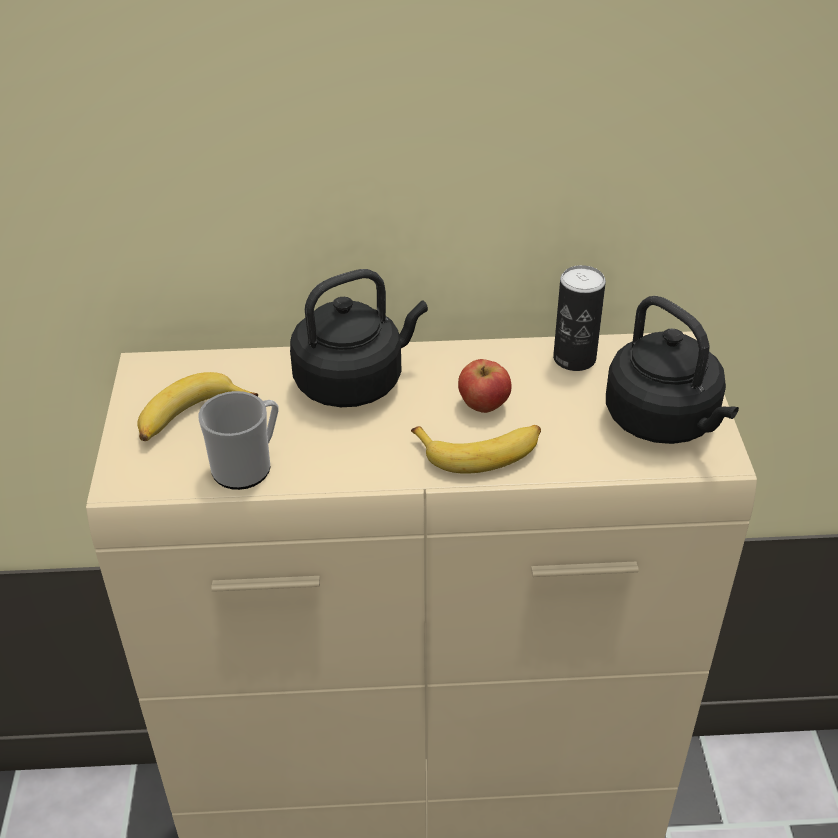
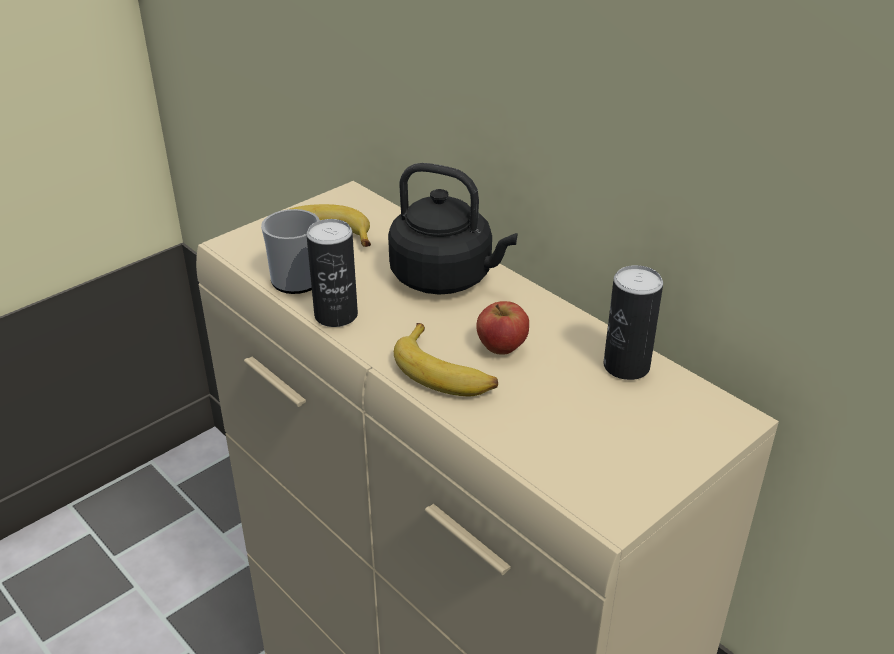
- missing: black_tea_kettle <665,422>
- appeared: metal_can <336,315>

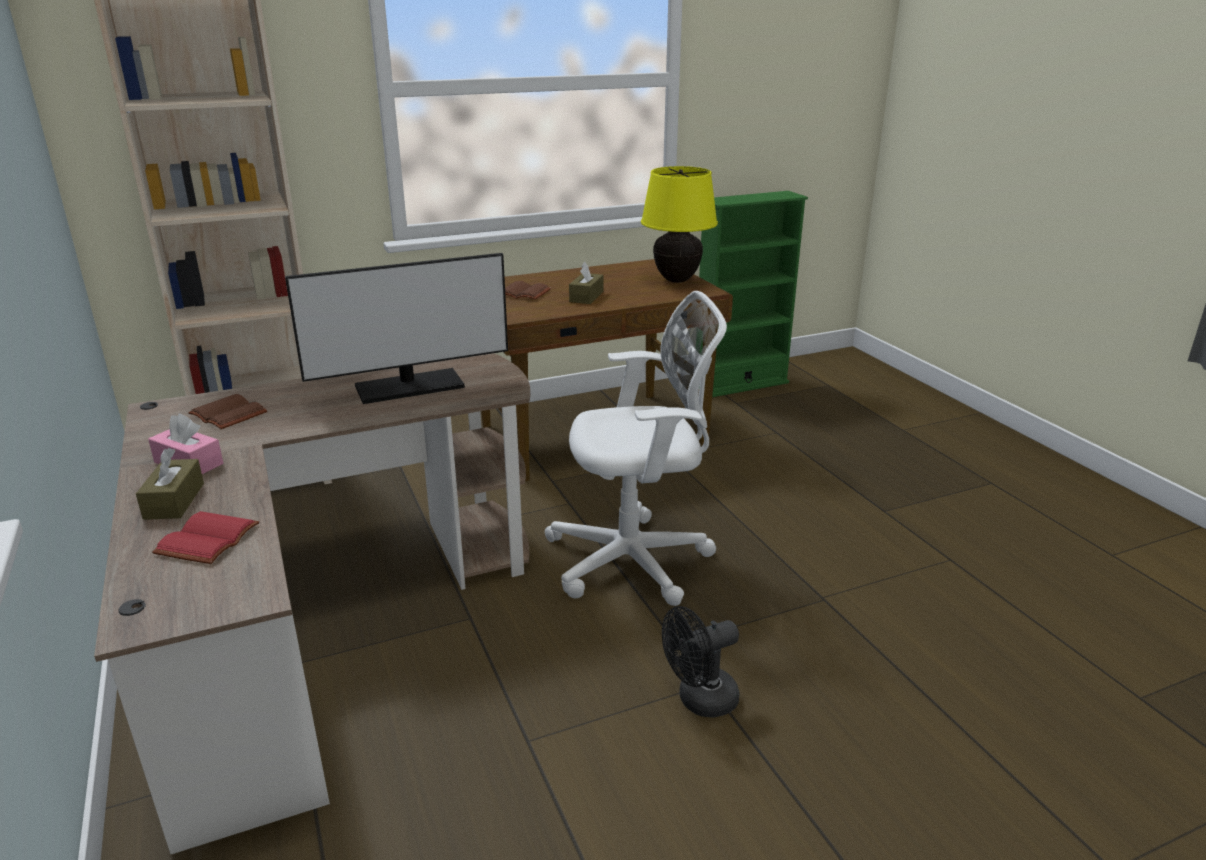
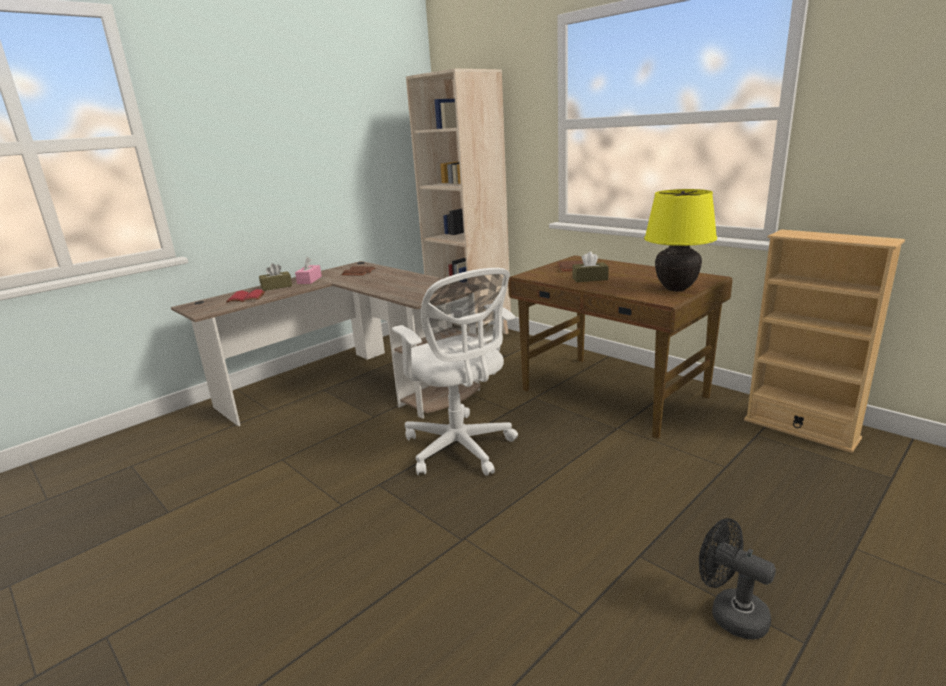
- missing: computer_screen <409,387>
- relocated: black_cooling_fan <699,701> to <730,613>
- colour: green-coloured_bookshelf <740,384> to beige_bookshelf <800,429>

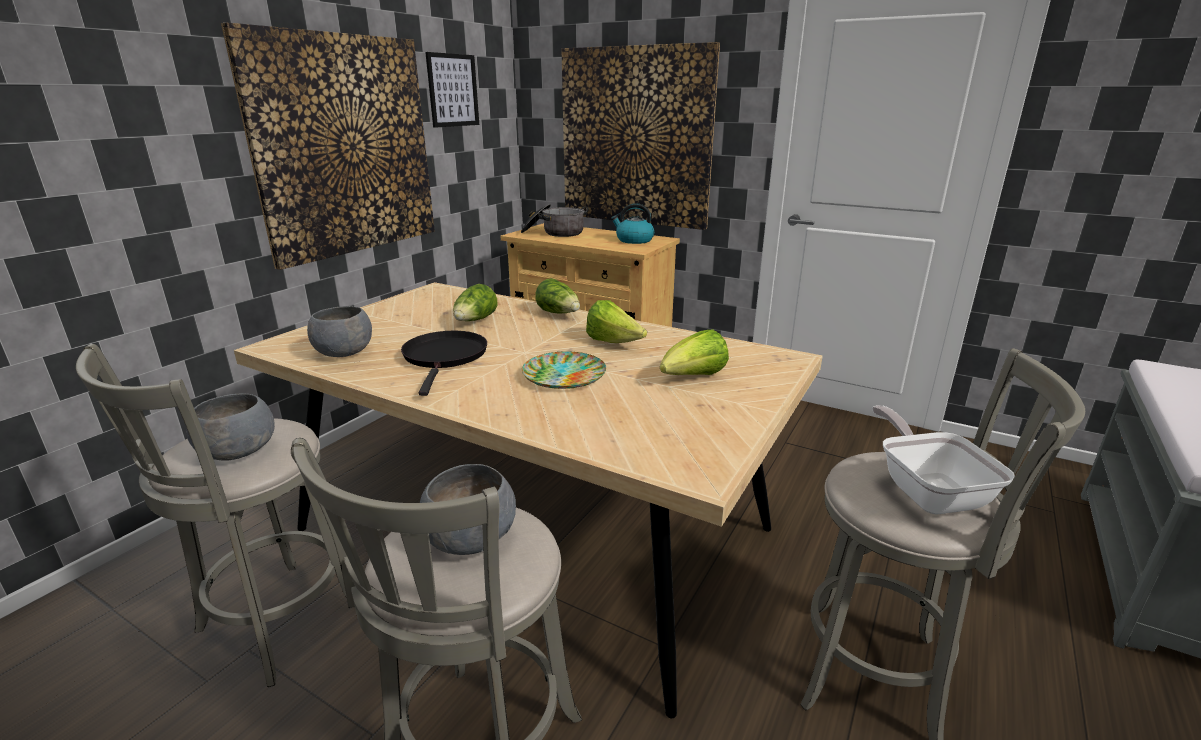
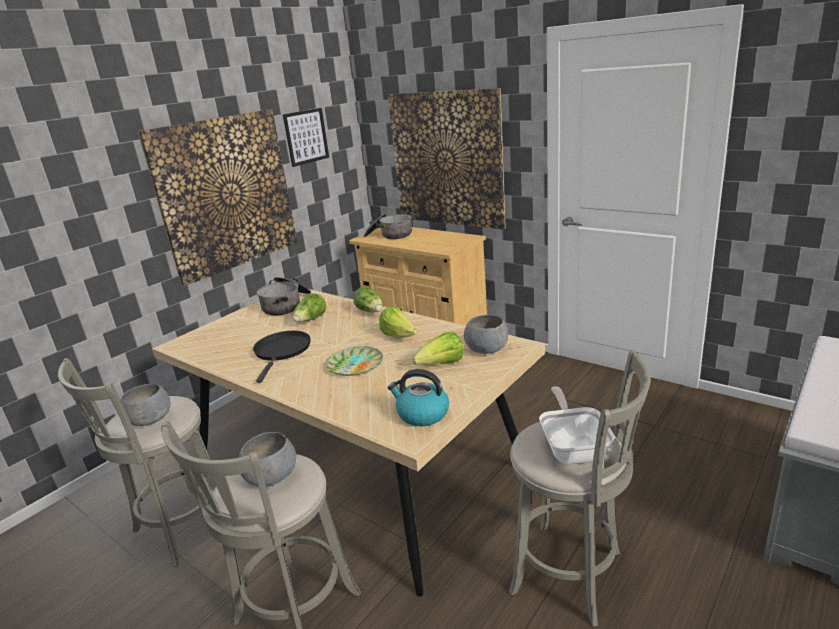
- relocated: gray_bowl <344,352> to <486,349>
- relocated: tea_kettle <634,240> to <422,414>
- appeared: saucepot <286,305>

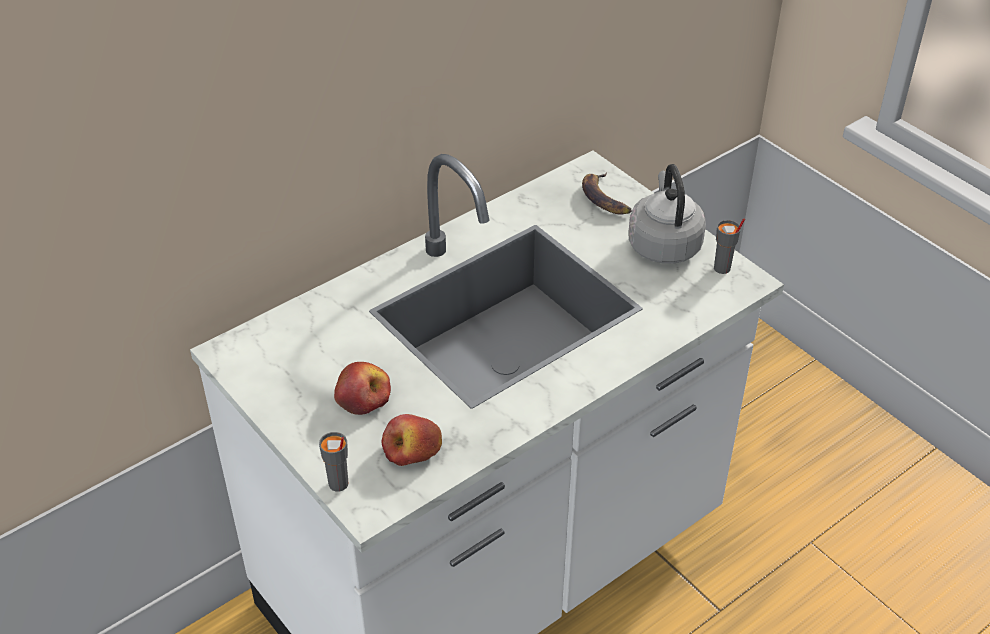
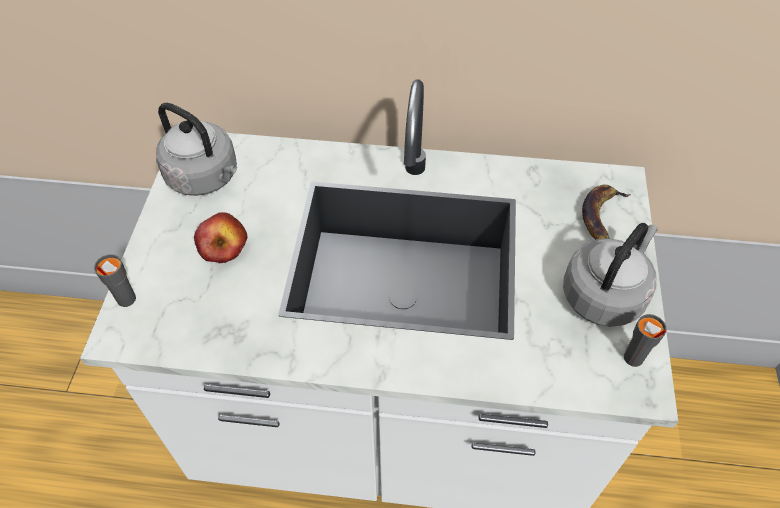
- missing: whole_apple <412,450>
- appeared: gray_tea_kettle <205,178>

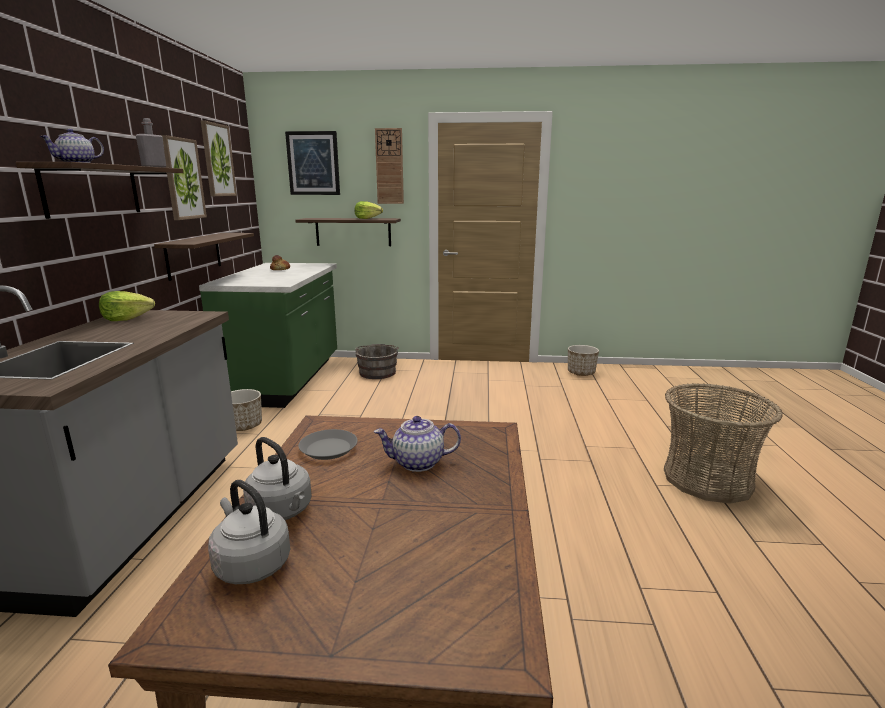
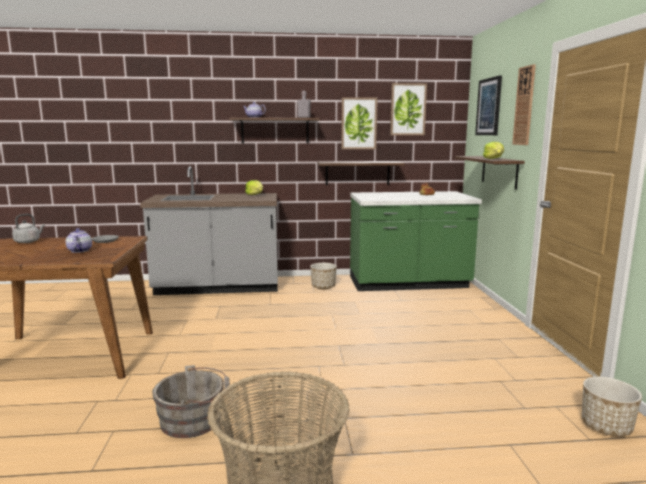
- missing: gray_tea_kettle <282,511>
- relocated: gray_pail <377,372> to <195,420>

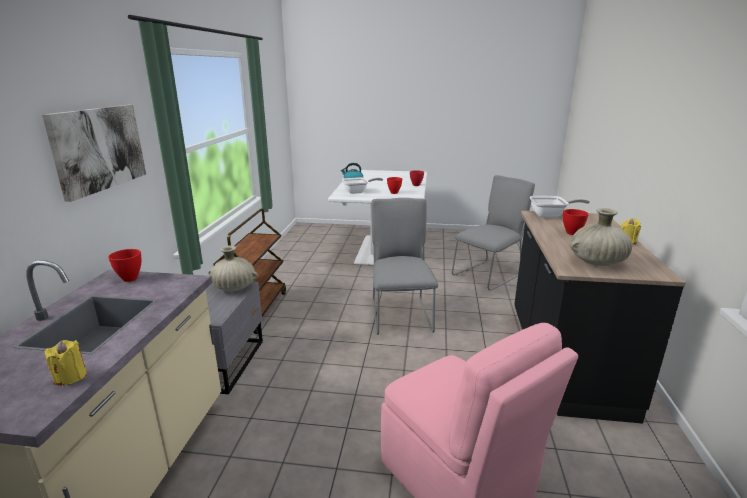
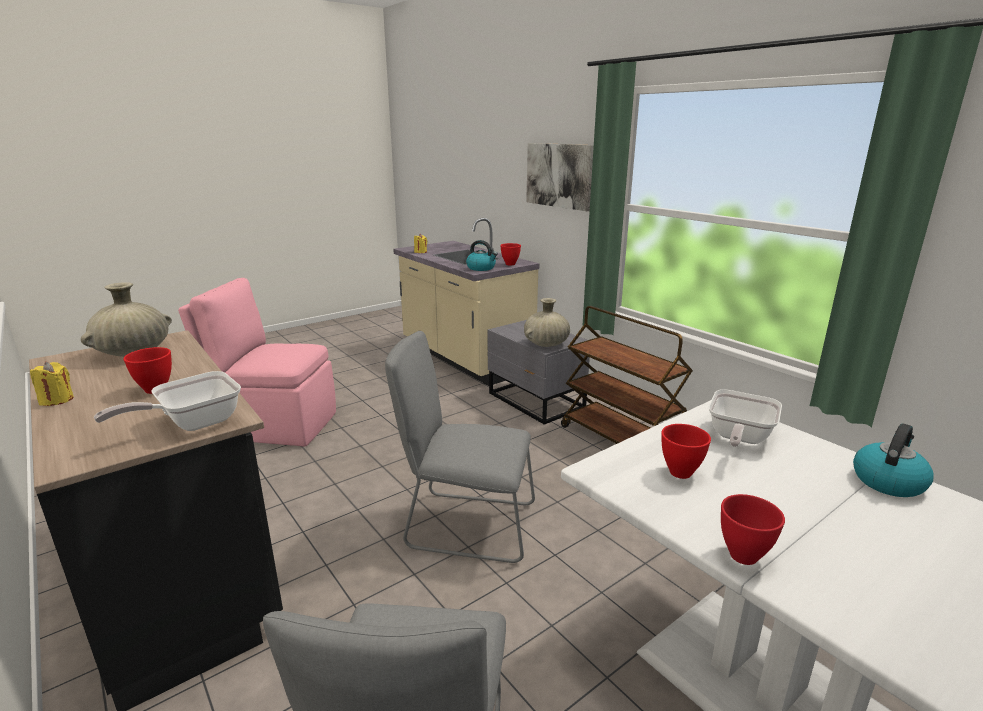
- spun: gray_chair <400,315> = <465,525> 150 degrees clockwise
- appeared: tea_kettle <481,268>

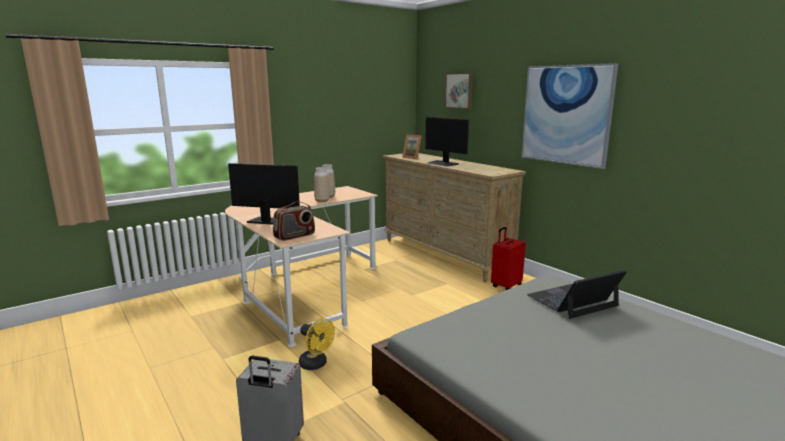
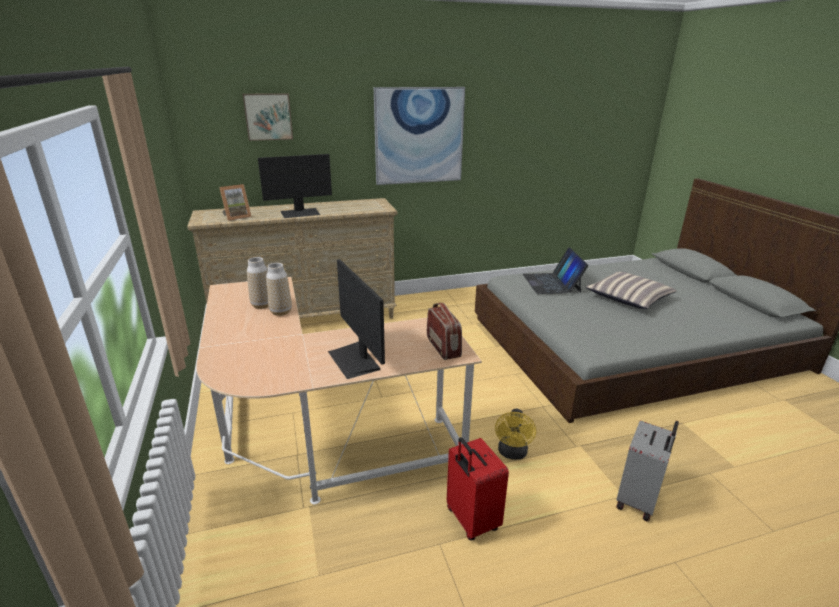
- spun: computer_screen <268,221> = <355,360> 60 degrees counterclockwise
- spun: yellow_cooling_fan <316,364> = <512,453> 135 degrees clockwise
- relocated: reddish_suitcase <505,286> to <471,520>
- appeared: throw_pillow <628,298>

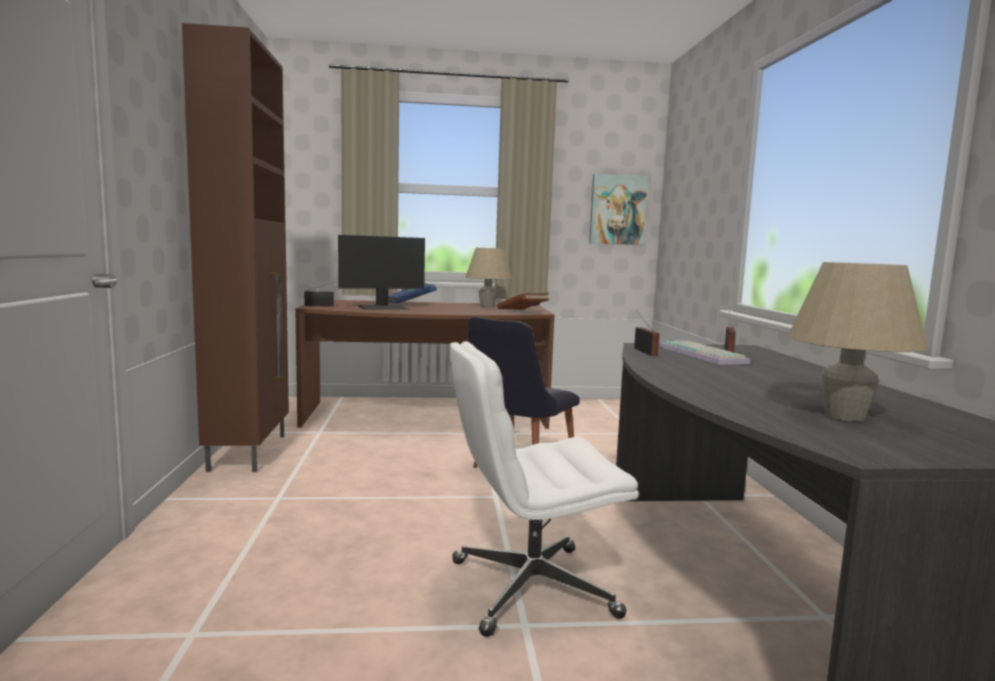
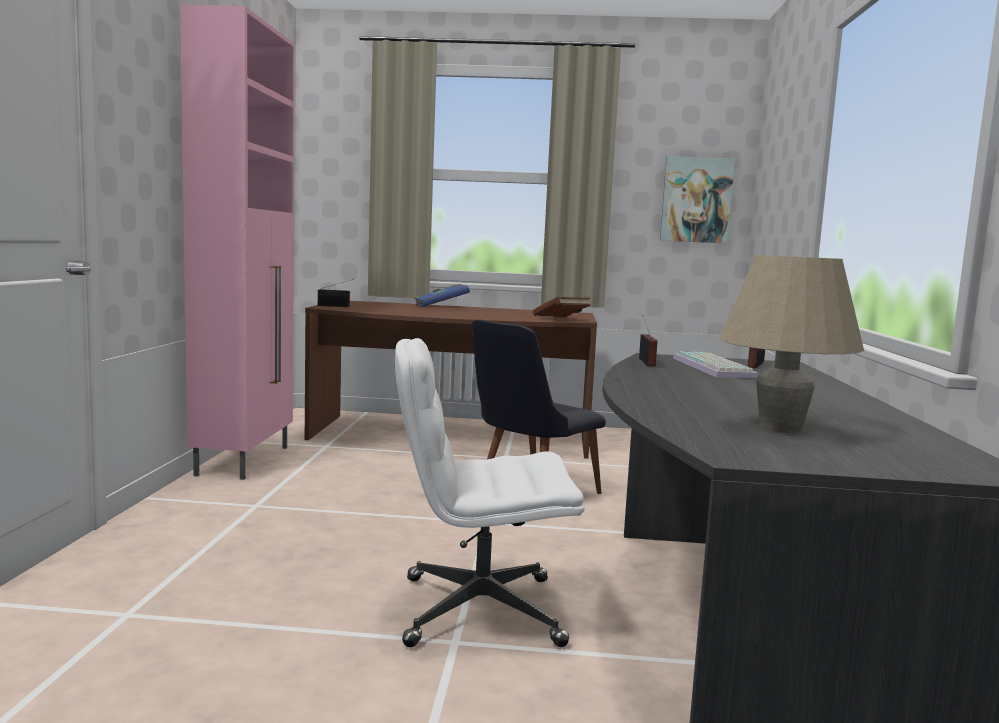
- colour: brownish_storage_cabinet <250,452> to pink-coloured_storage_cabinet <245,460>
- missing: computer_screen <384,307>
- missing: beige_lamp_for_a_table <487,307>

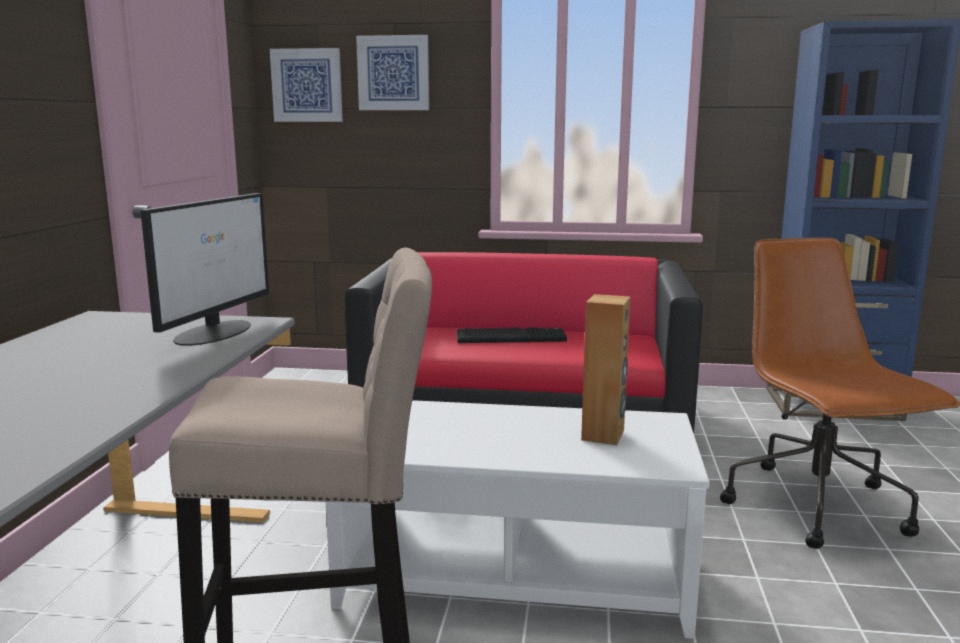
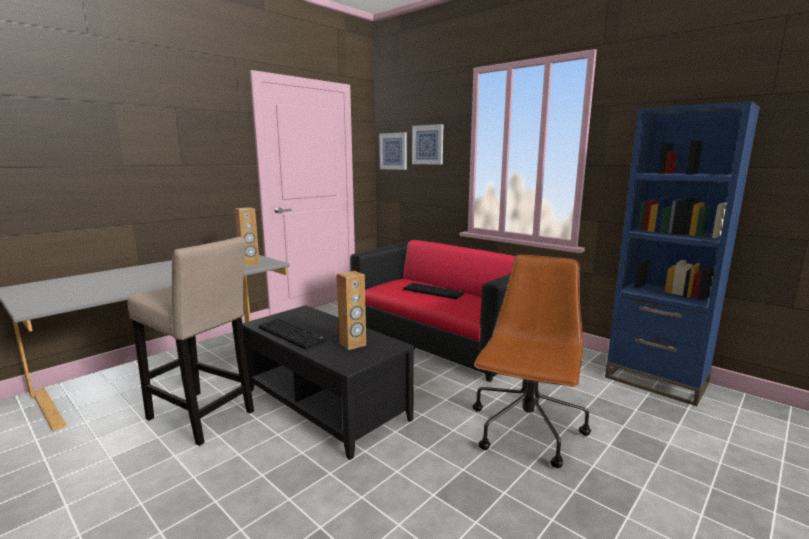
- exchanged: computer_screen <215,332> to brownish_audio_speaker <249,264>
- colour: white_lounge_table <515,573> to black_lounge_table <327,403>
- appeared: keyboard <293,334>

